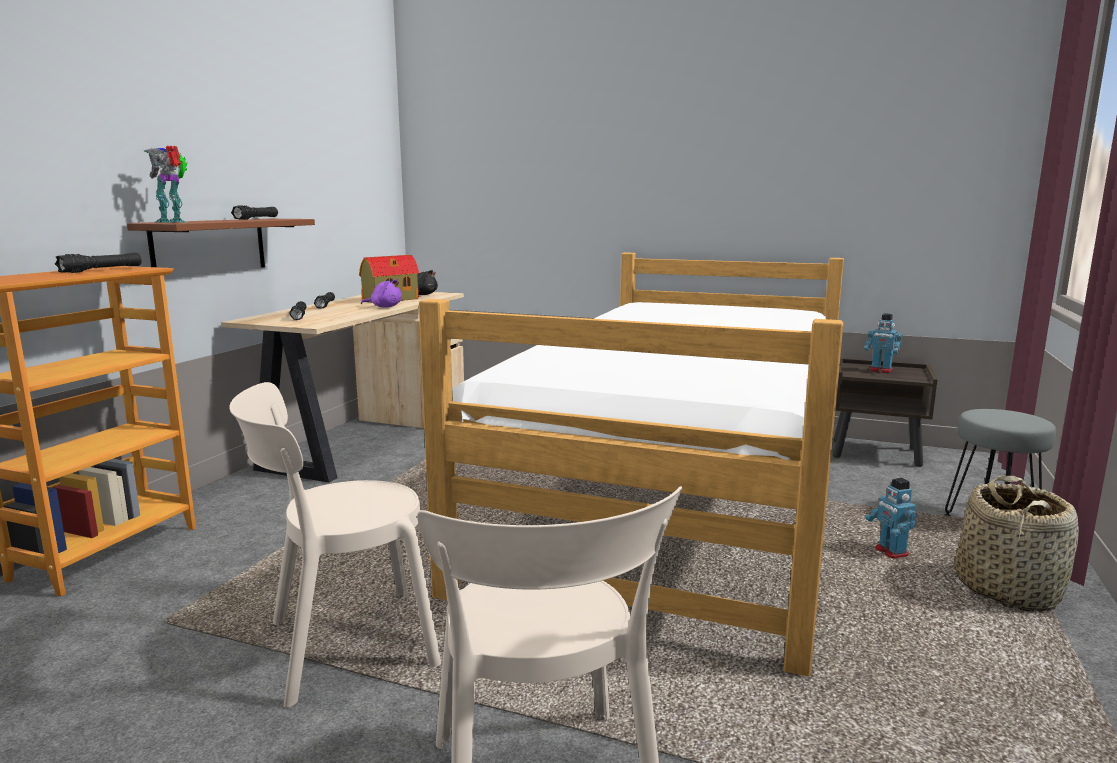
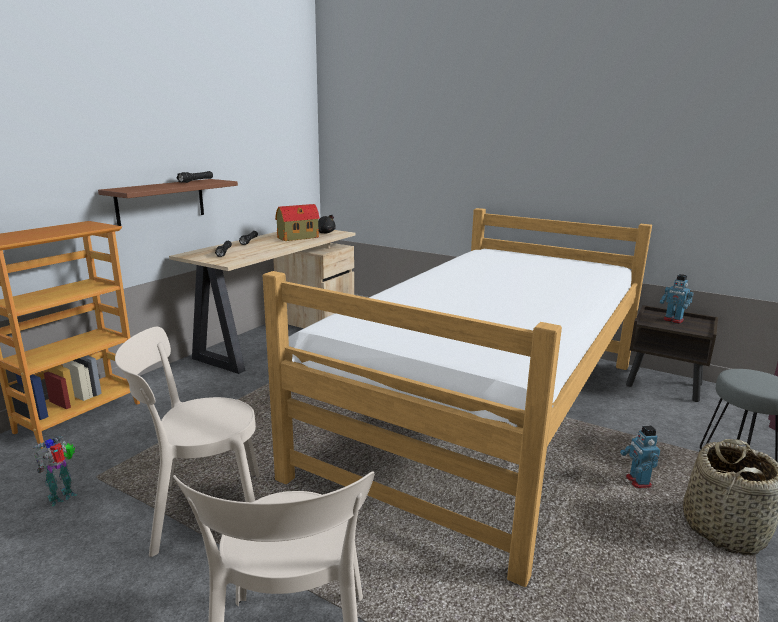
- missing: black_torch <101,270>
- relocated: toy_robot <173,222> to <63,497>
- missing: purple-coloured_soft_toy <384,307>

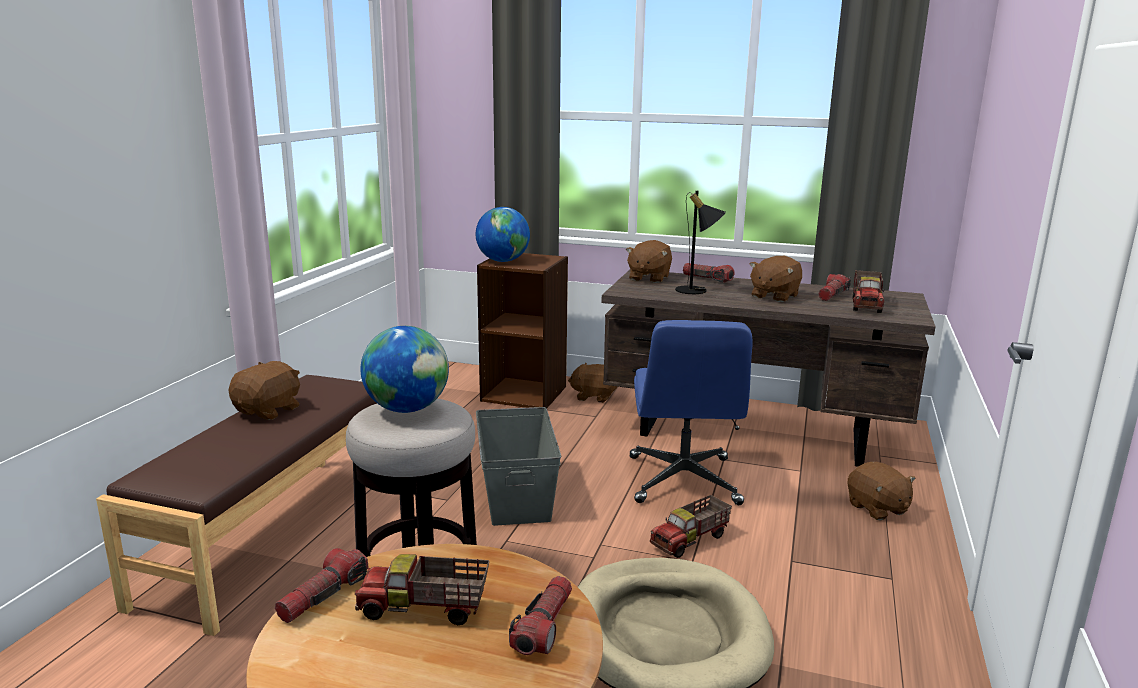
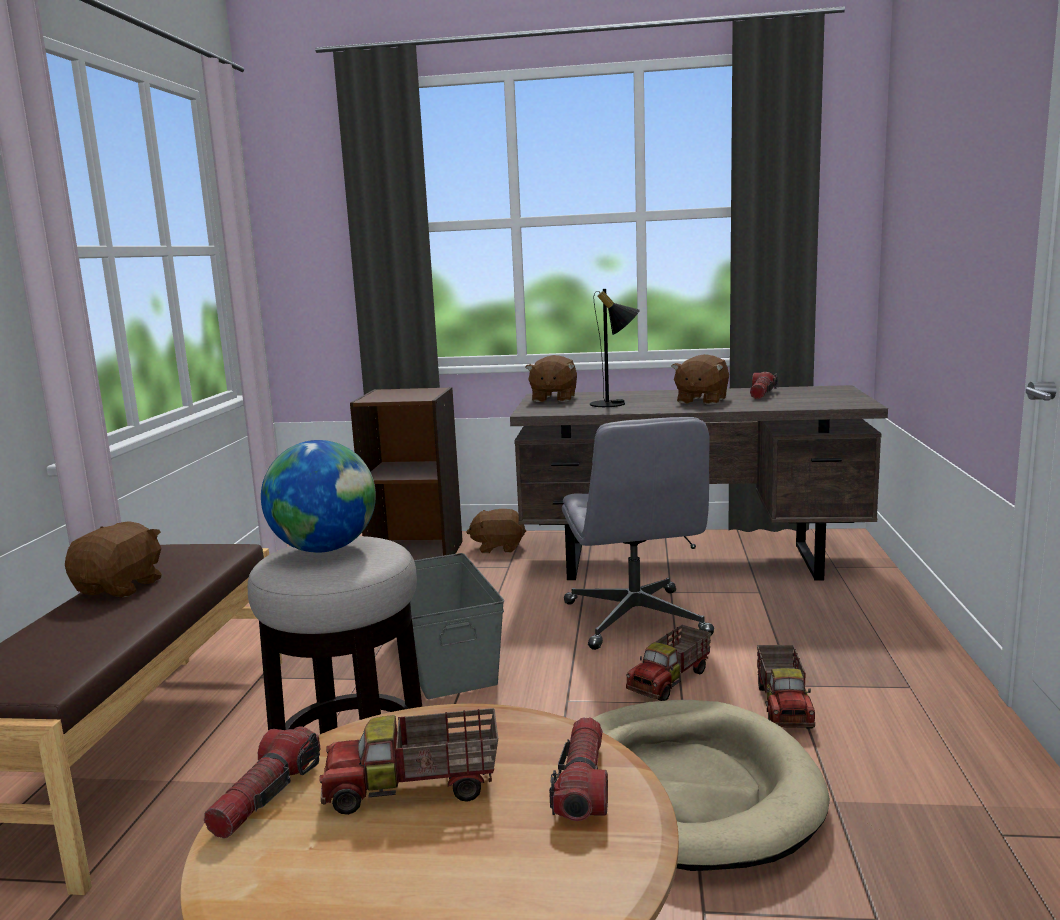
- missing: globe <503,261>
- colour: bluish_office_chair <683,481> to gray_office_chair <636,620>
- missing: torch <707,279>
- missing: brownish_soft_toy <877,508>
- relocated: toy_lorry <866,305> to <784,706>

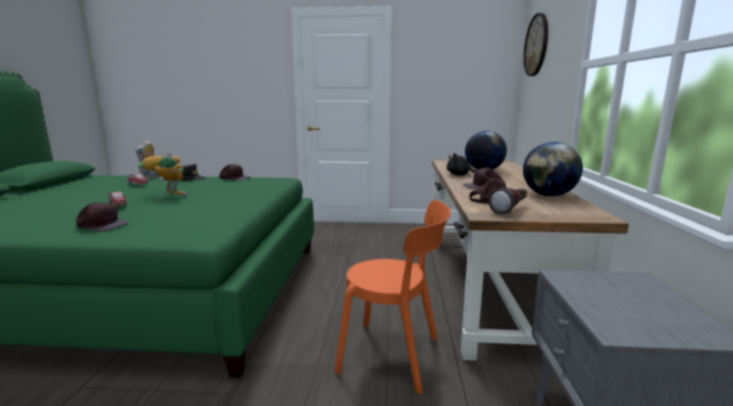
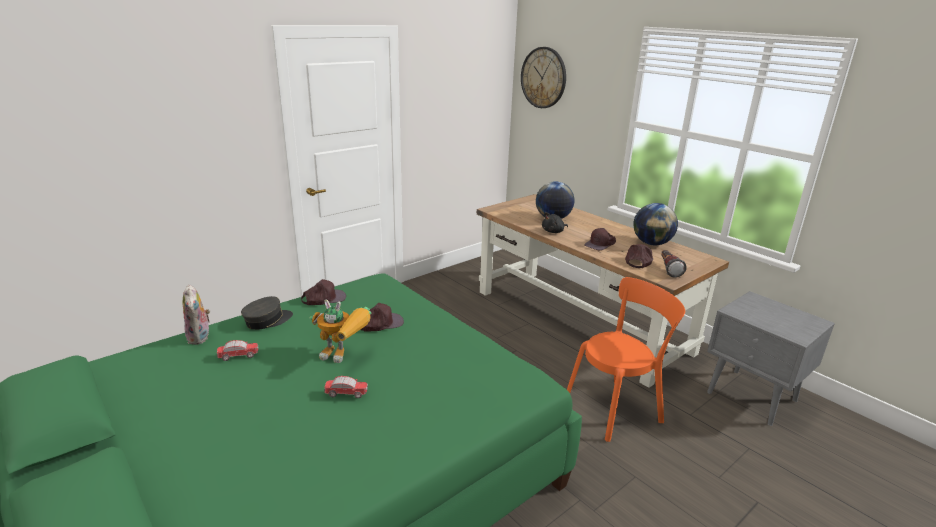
- relocated: brownish_baseball_cap <102,225> to <380,323>
- spun: toy_robot <168,195> = <344,356> 150 degrees counterclockwise

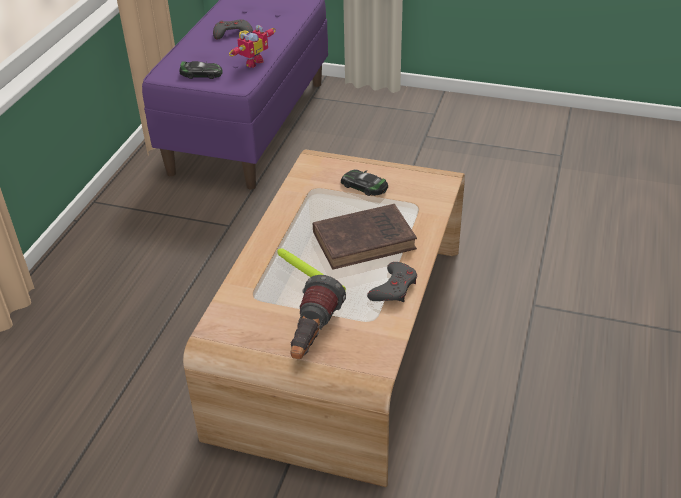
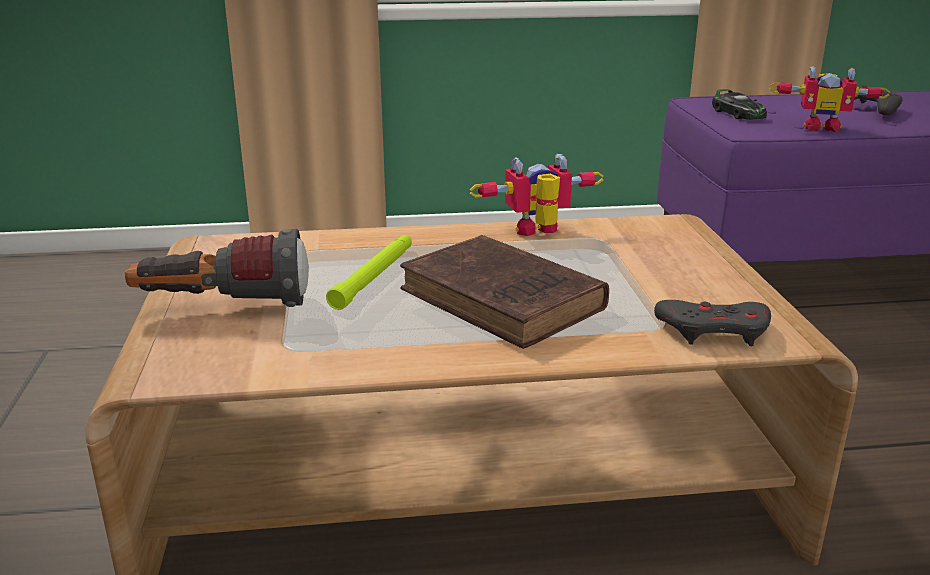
- missing: toy_car <364,186>
- relocated: gray_gamepad <394,288> to <714,330>
- appeared: toy_robot <539,233>

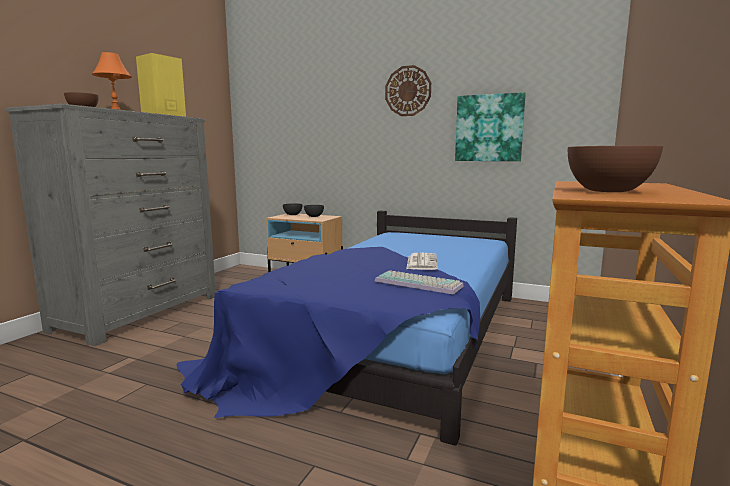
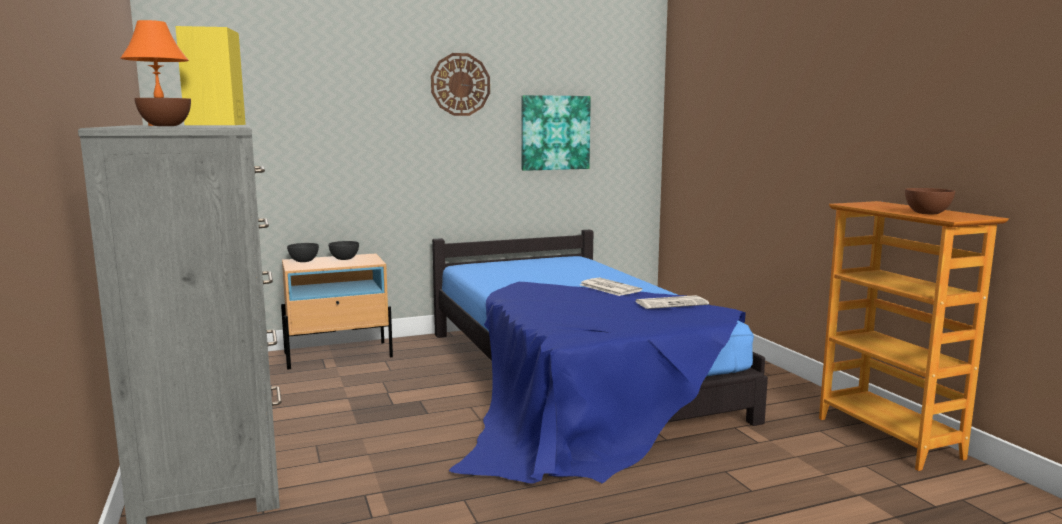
- exchanged: keyboard <419,283> to newspaper <672,303>

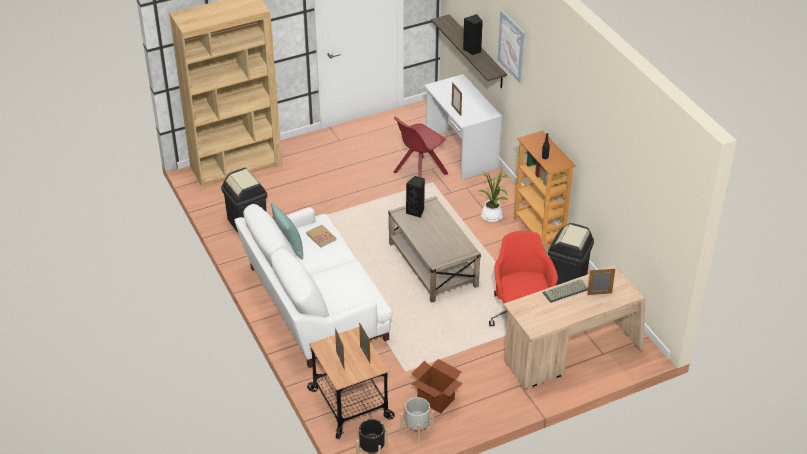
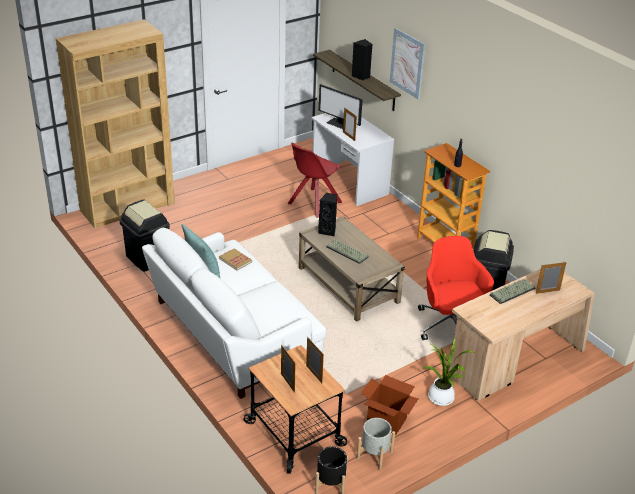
- relocated: potted_plant <492,217> to <442,399>
- appeared: computer_screen <339,123>
- appeared: keyboard <346,252>

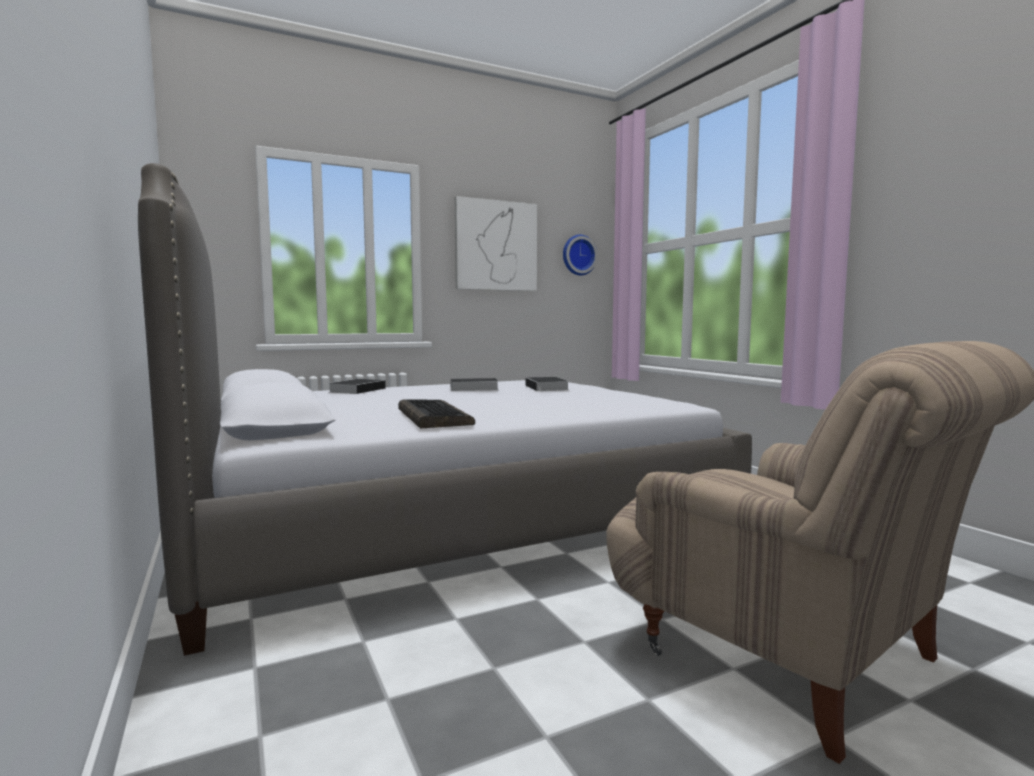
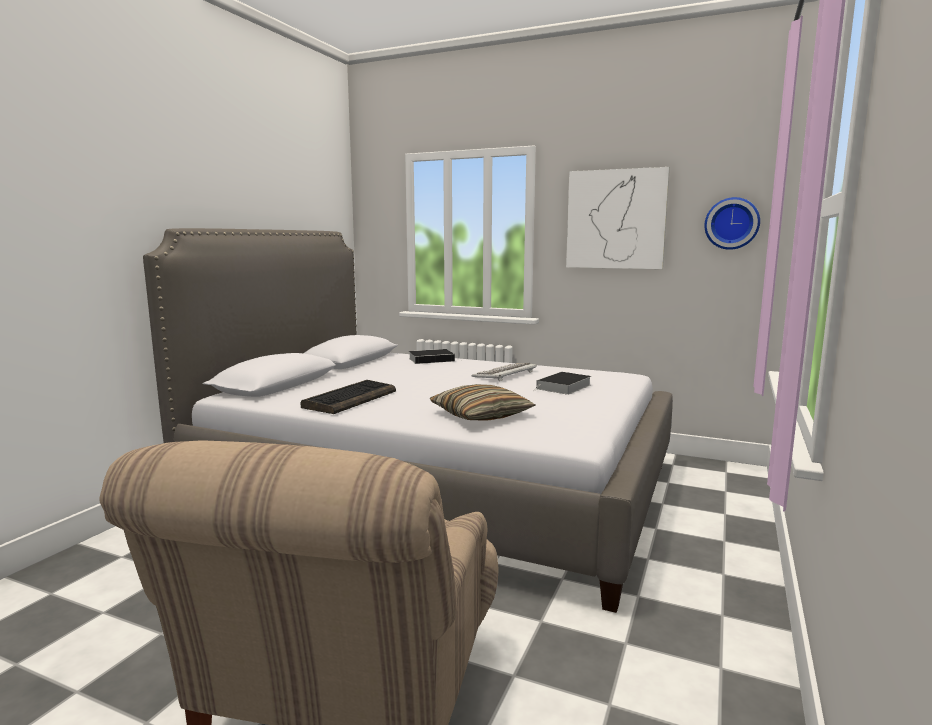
- exchanged: bound_book <472,388> to keyboard <505,374>
- appeared: throw_pillow <481,415>

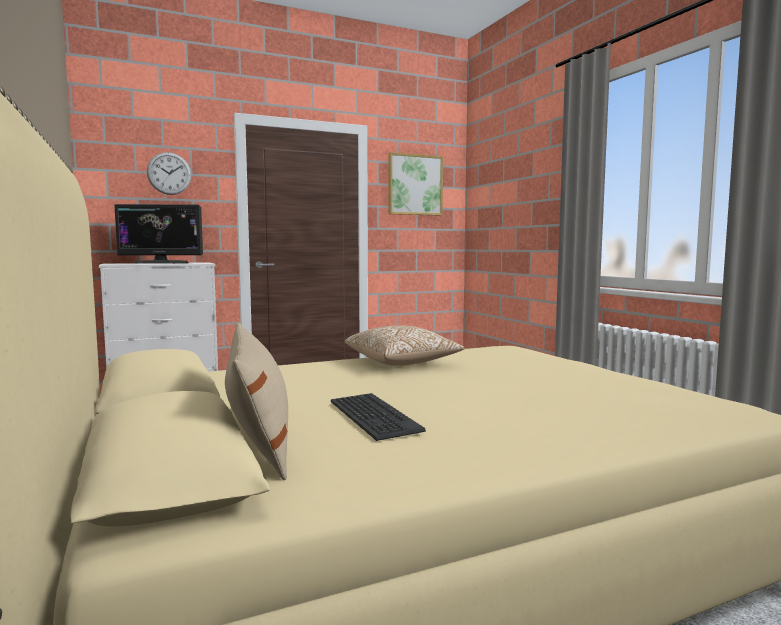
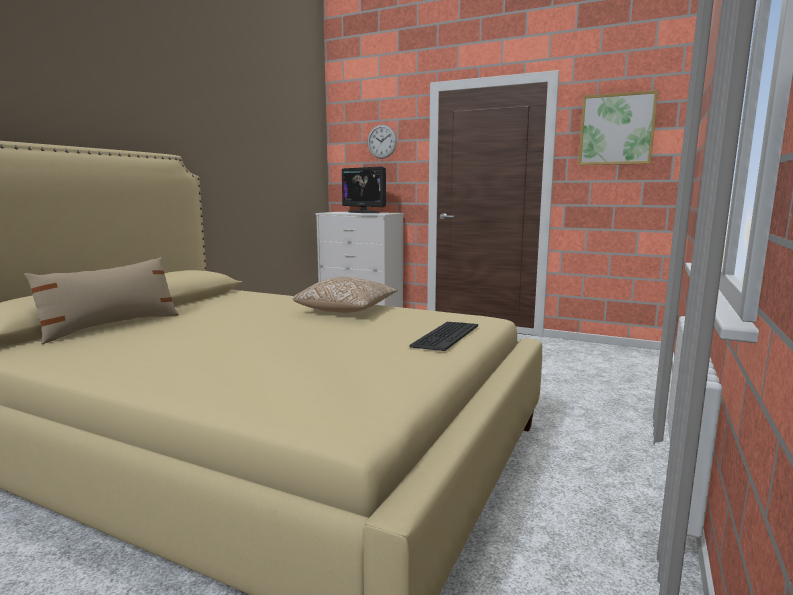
- relocated: keyboard <372,416> to <445,336>

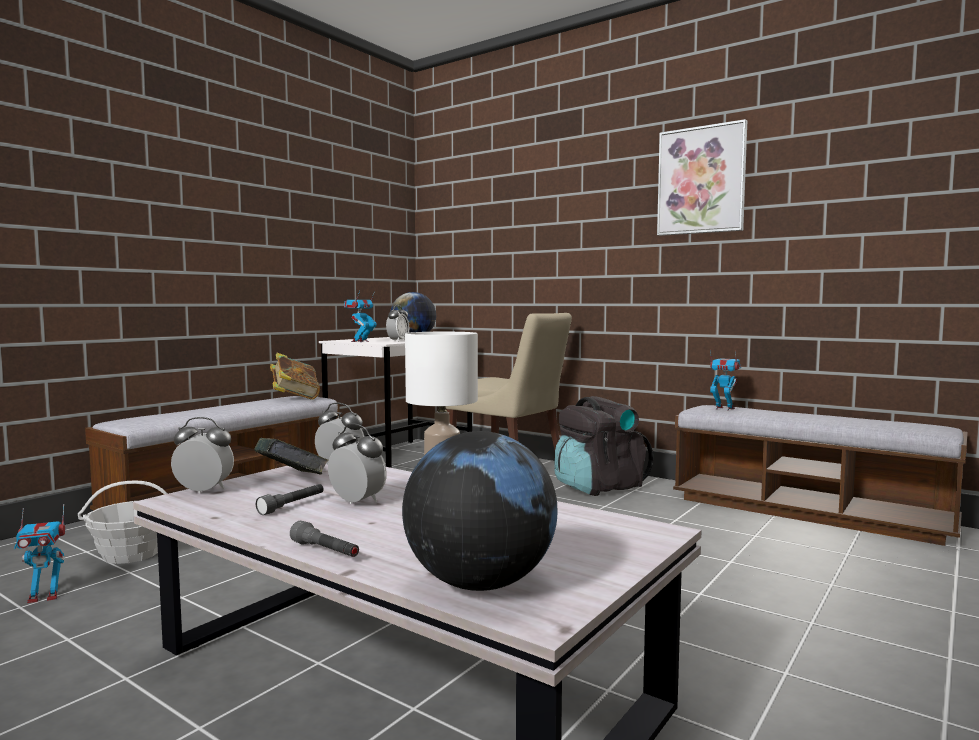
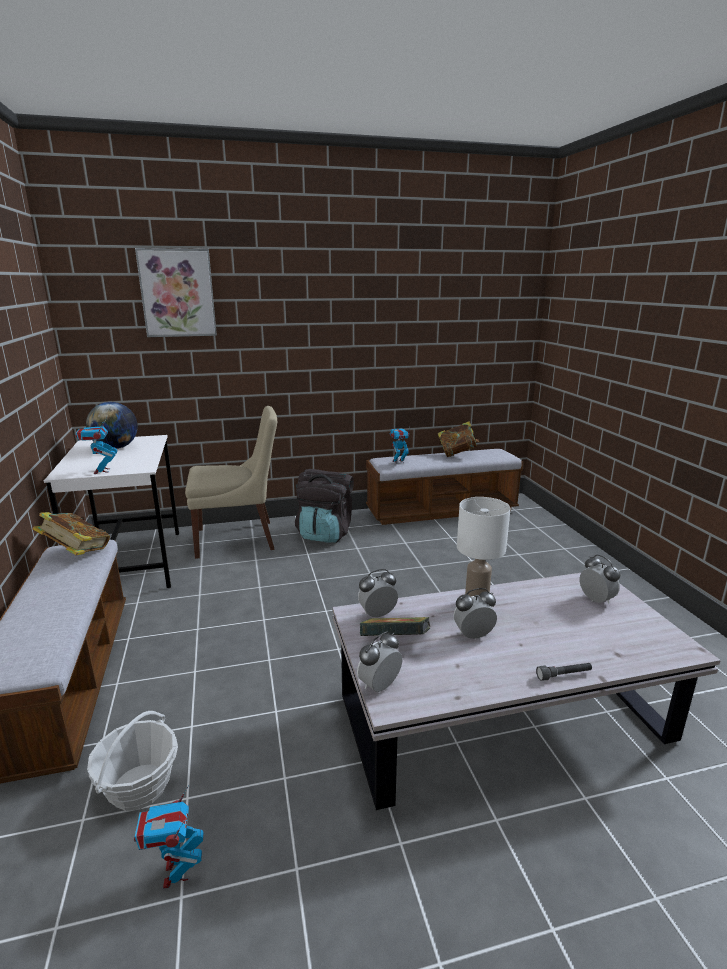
- spun: toy_robot <44,597> = <176,873> 150 degrees clockwise
- missing: gray_torch <292,505>
- relocated: alarm_clock <398,341> to <596,600>
- missing: globe <480,583>
- relocated: picture <701,180> to <177,293>
- appeared: bound_book <457,454>

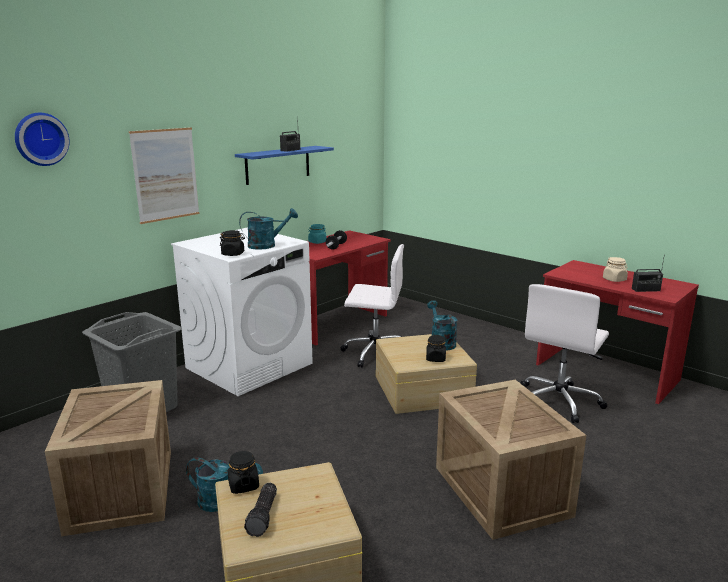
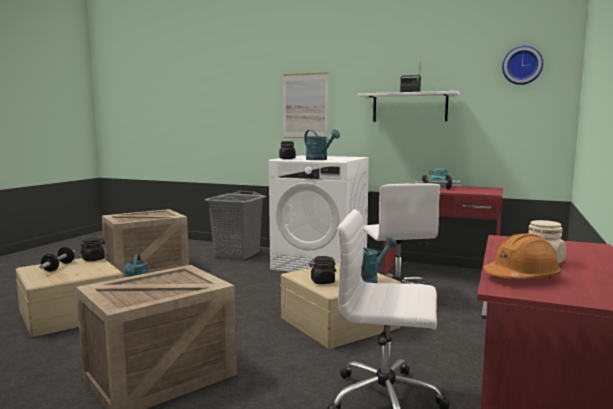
- relocated: clock_on_the_wall <40,139> to <522,65>
- colour: bluish_shelf <278,164> to white_shelf <409,107>
- exchanged: torch <264,516> to free_weight <58,267>
- exchanged: radio_set <646,290> to orange-coloured_work_helmet <522,277>

